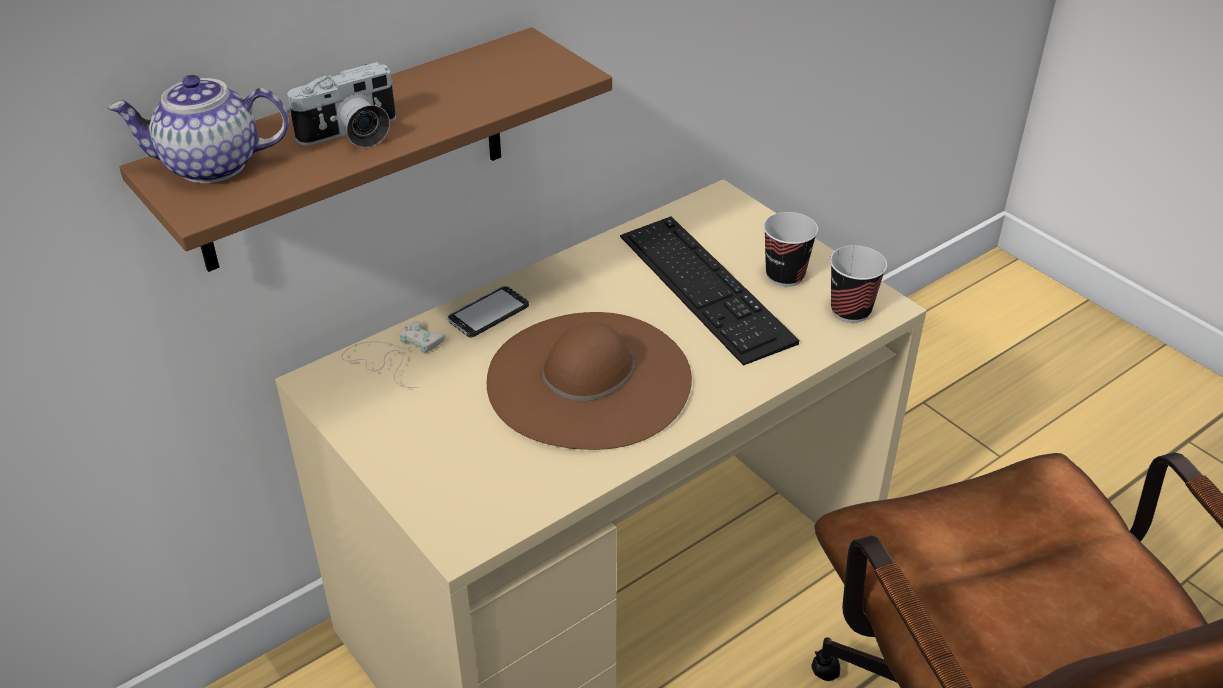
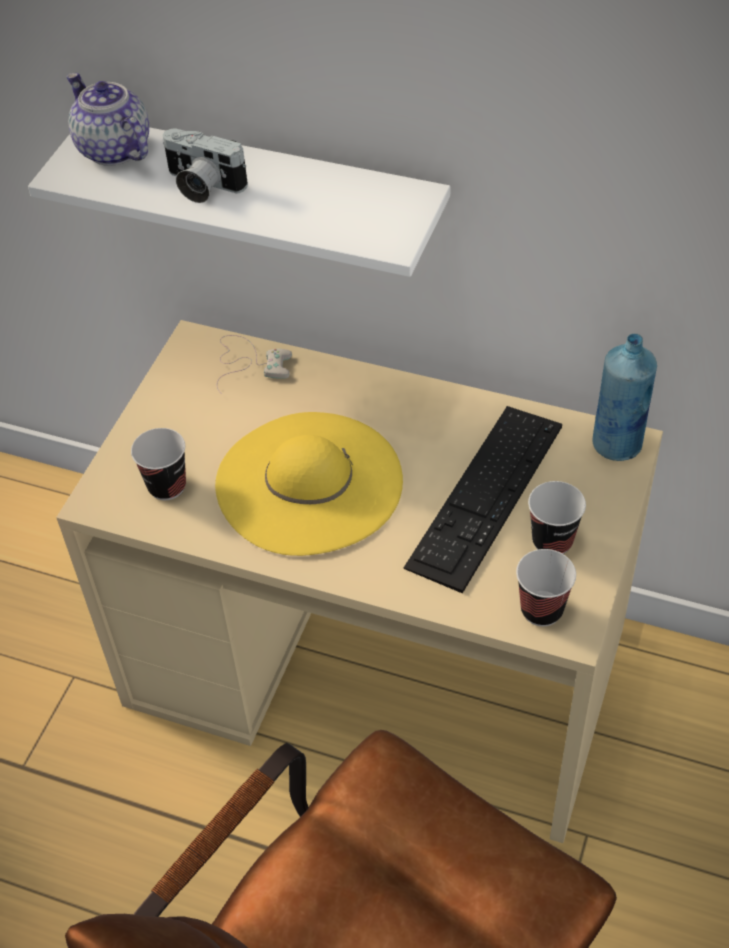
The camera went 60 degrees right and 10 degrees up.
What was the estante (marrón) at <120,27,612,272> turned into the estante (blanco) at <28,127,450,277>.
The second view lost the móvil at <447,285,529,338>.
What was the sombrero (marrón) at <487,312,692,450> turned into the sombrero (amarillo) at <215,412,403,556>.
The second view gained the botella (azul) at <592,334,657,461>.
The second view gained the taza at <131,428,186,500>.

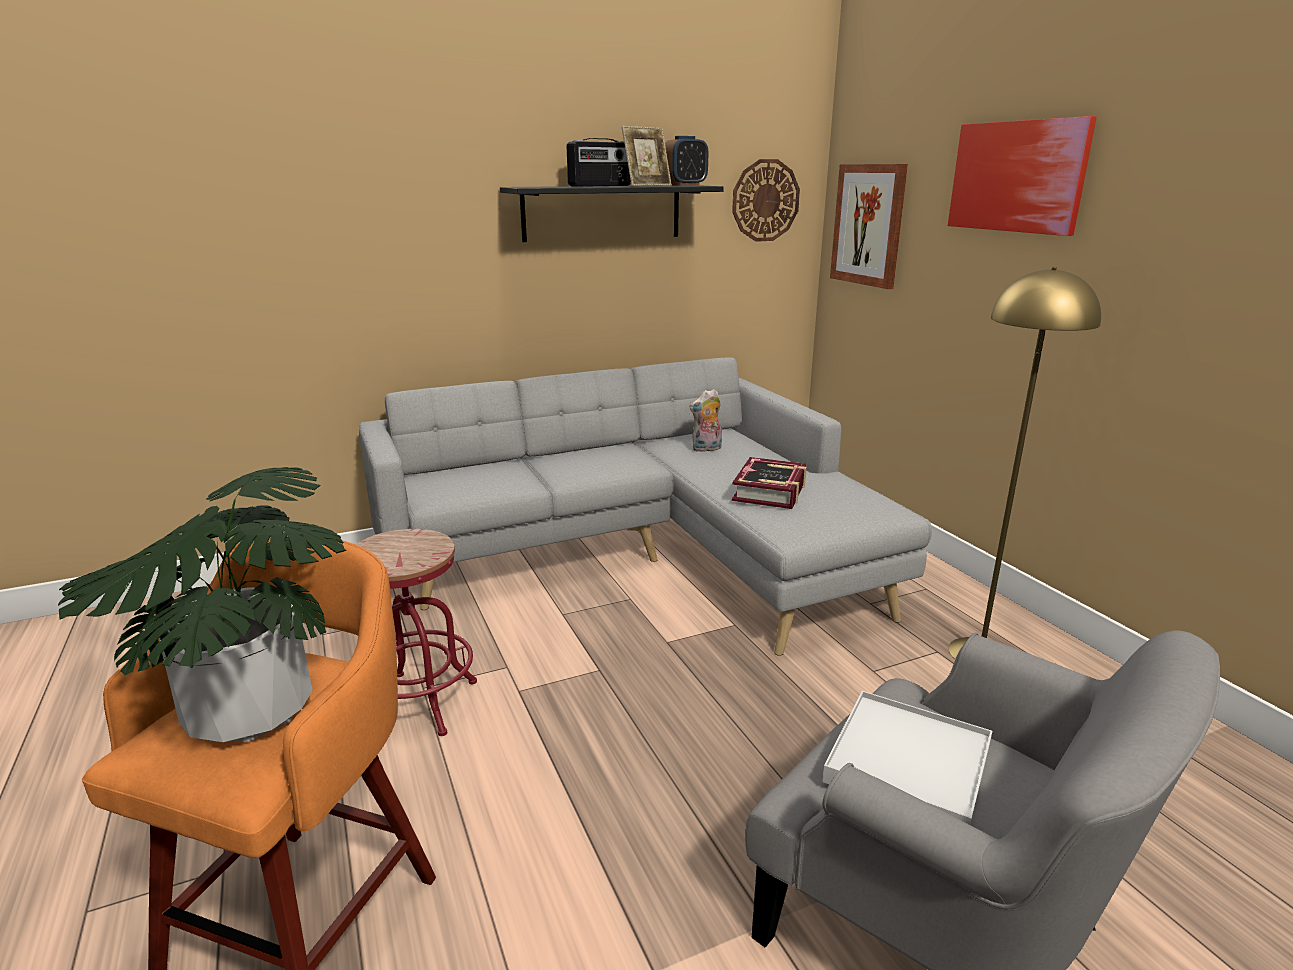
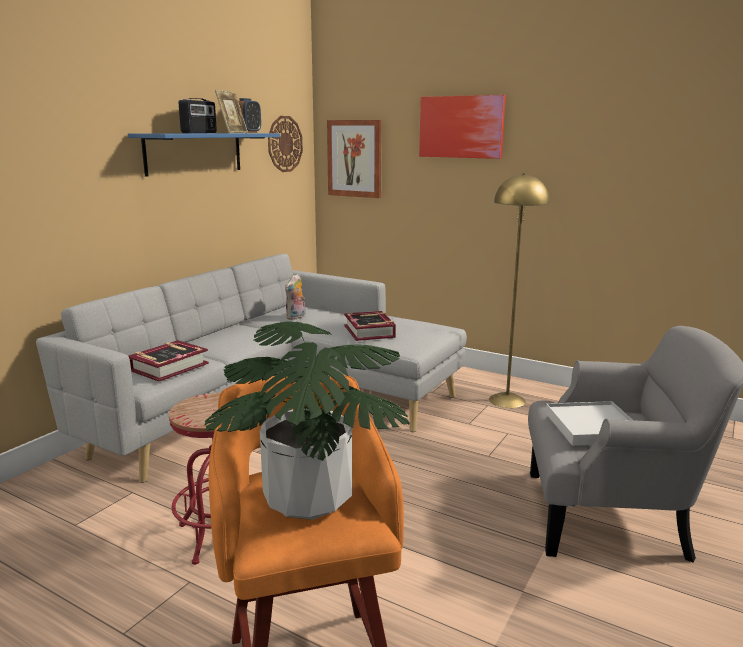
The camera went 35 degrees left and 5 degrees down.
What was the estante (negro) at <500,185,724,242> turned into the estante (azul) at <128,133,280,177>.
The second view gained the libro at <129,340,209,381>.

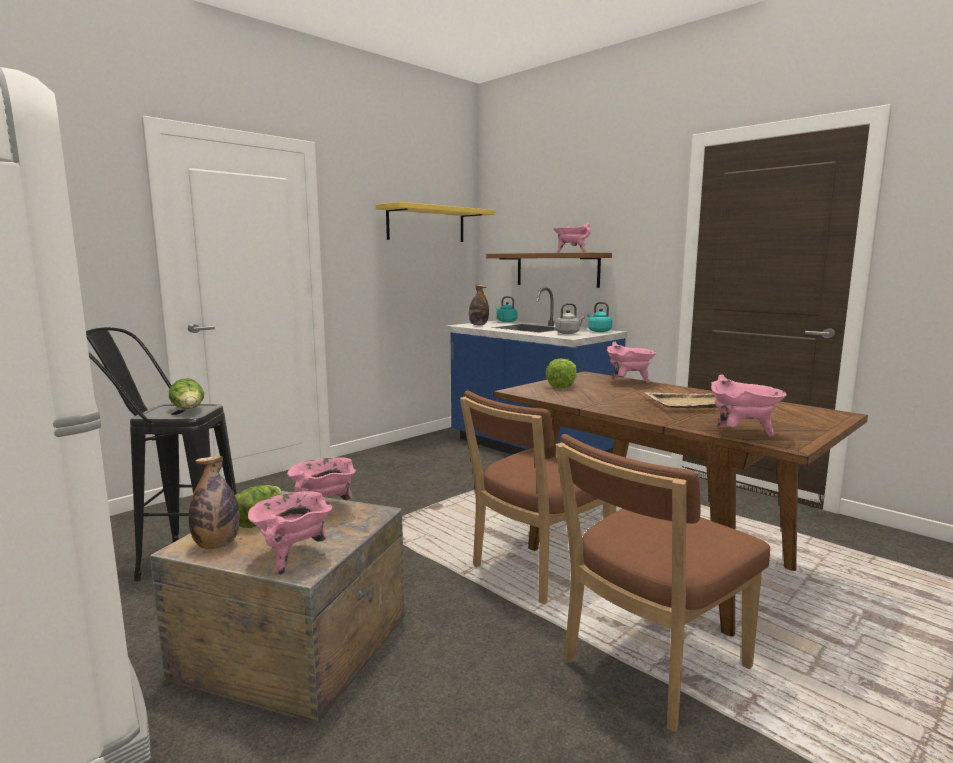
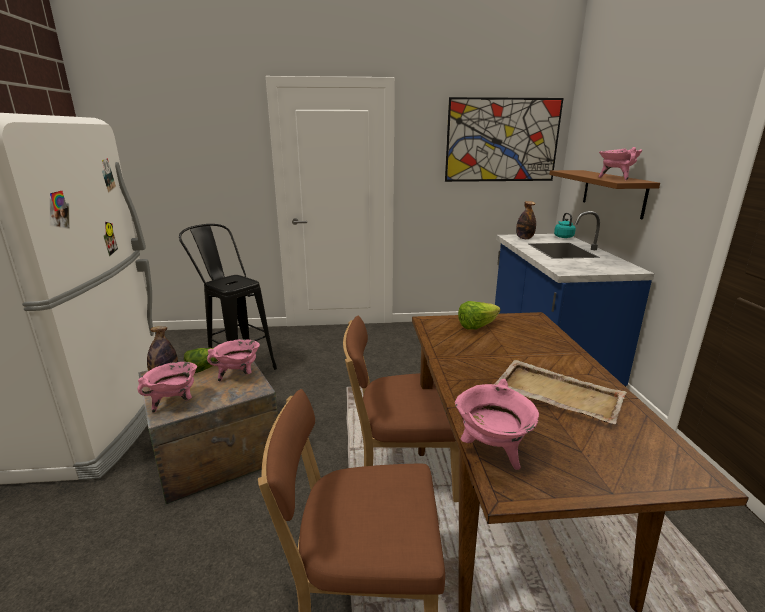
The camera went 40 degrees right and 10 degrees up.
Where the estante (amarillo) hung at <376,202,495,242>, the cuadro came to hang at <445,97,563,182>.
The second view lost the hervidor (turquesa) at <587,302,612,332>.
The second view lost the hervidor (gris) at <555,303,585,334>.
The second view lost the olla (rosa) at <607,342,657,383>.
The second view lost the lechuga at <169,378,204,409>.

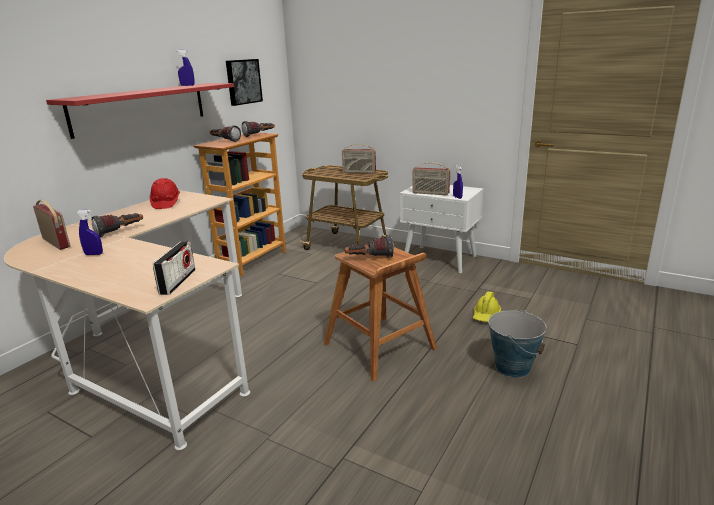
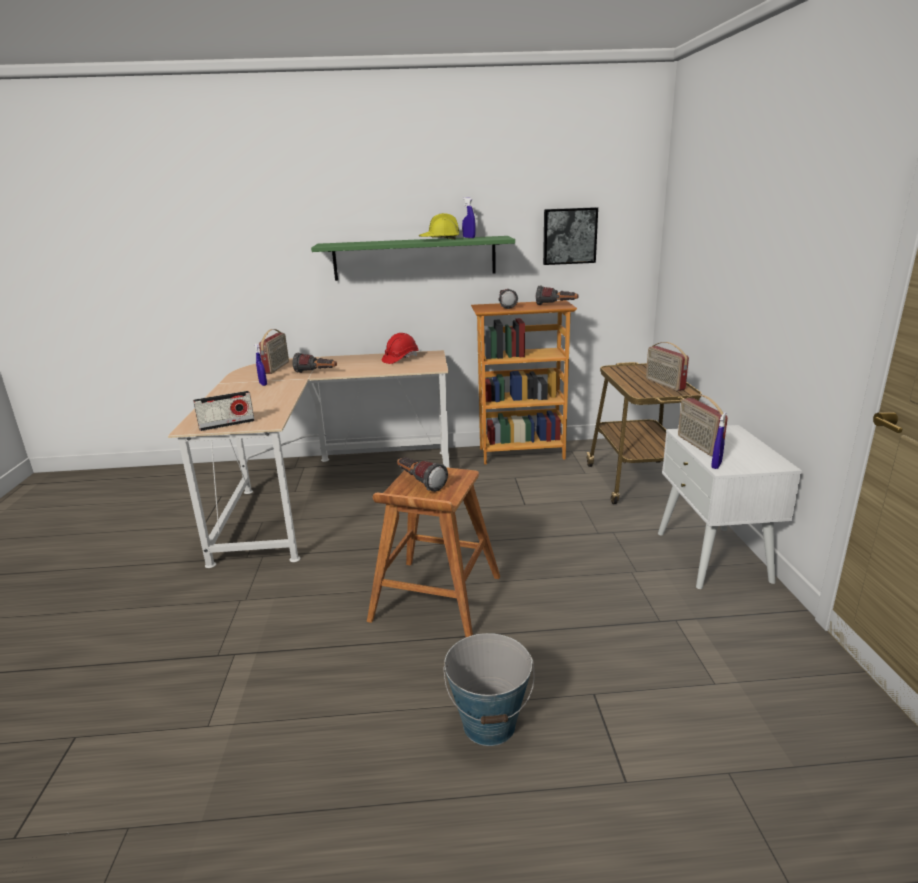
The camera went 55 degrees right and 0 degrees up.
What was the estante (rojo) at <46,83,234,139> turned into the estante (verde) at <311,236,515,281>.
The casco (amarillo) ended up elsewhere, having gone from <473,291,501,322> to <419,213,459,240>.

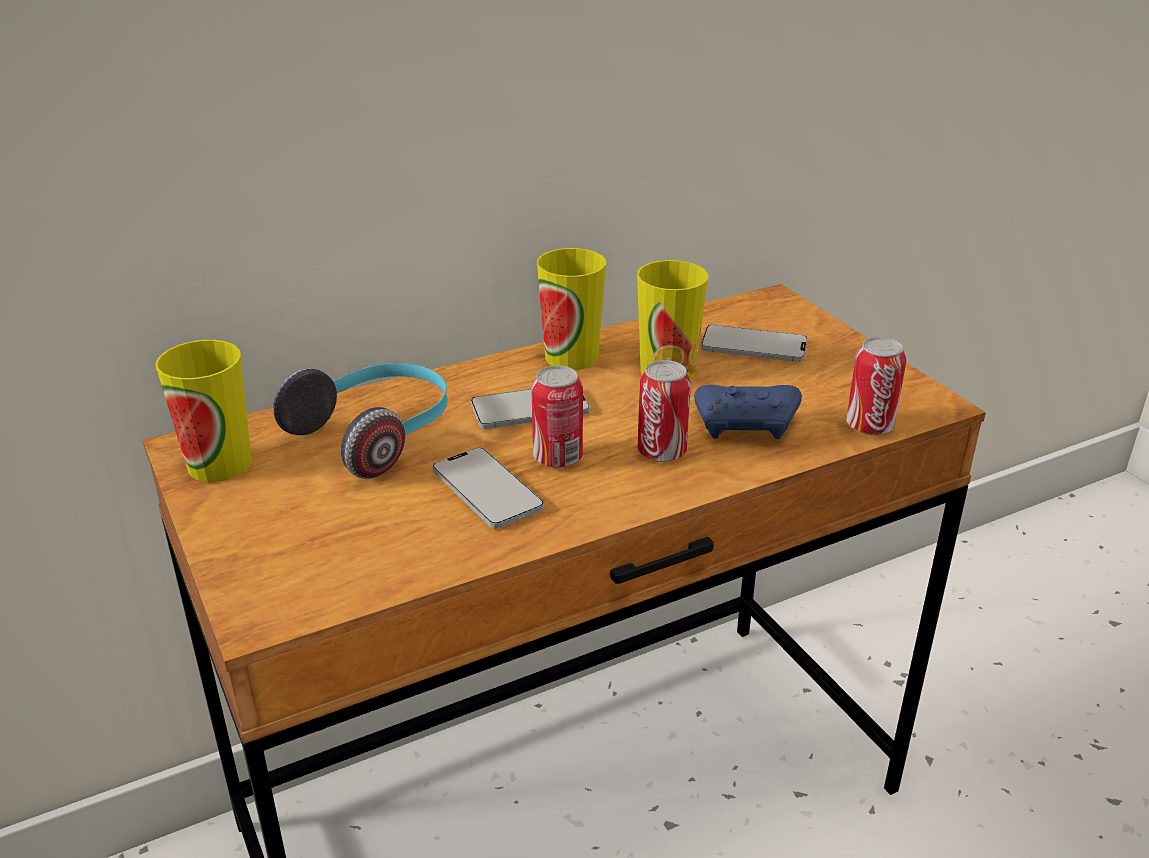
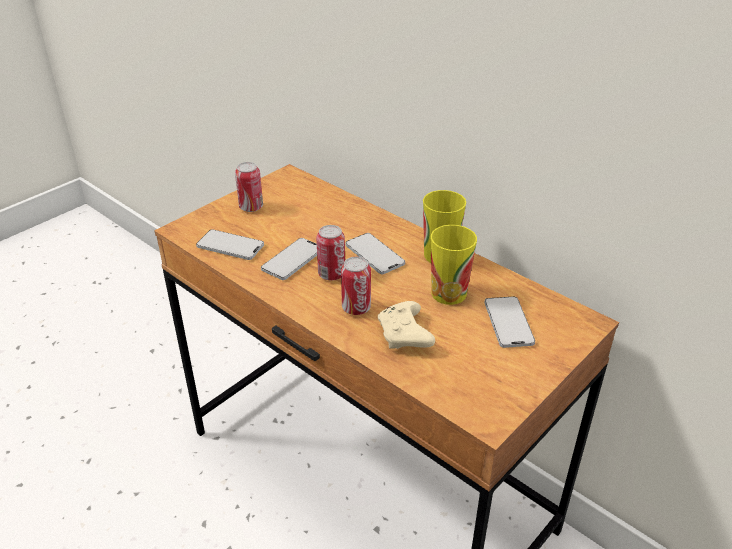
The camera went 70 degrees right and 5 degrees up.
The lata ended up elsewhere, having gone from <846,337,906,435> to <235,162,263,212>.
The second view lost the taza at <155,340,252,482>.
The second view lost the auriculares at <273,363,448,479>.
What was the mando de consola (azul) at <694,385,802,439> turned into the mando de consola (beis) at <378,301,435,349>.
The second view gained the móvil at <196,229,264,260>.

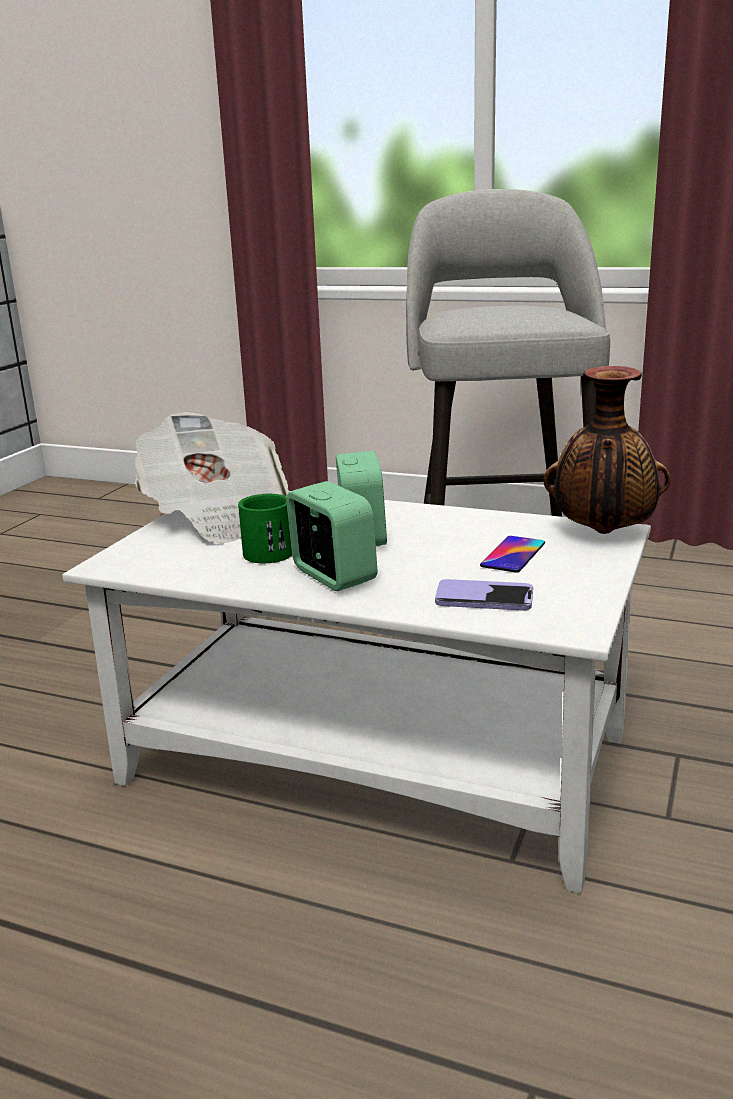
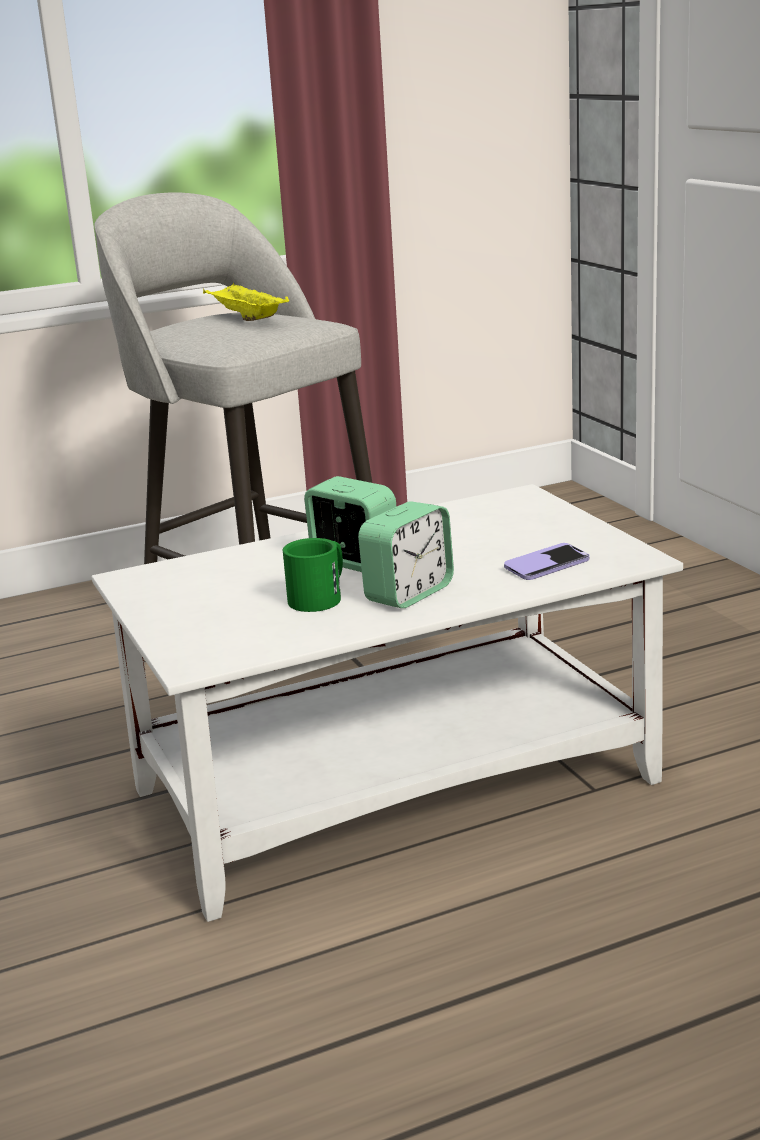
The camera went 45 degrees left and 0 degrees up.
The second view lost the florero at <543,366,670,534>.
The second view lost the periódico at <135,412,289,544>.
The despertador at <286,481,377,591> ended up facing another way, 120 degrees clockwise from before.
The second view lost the móvil at <480,536,545,573>.
The second view gained the bandeja (amarillo) at <203,283,289,321>.

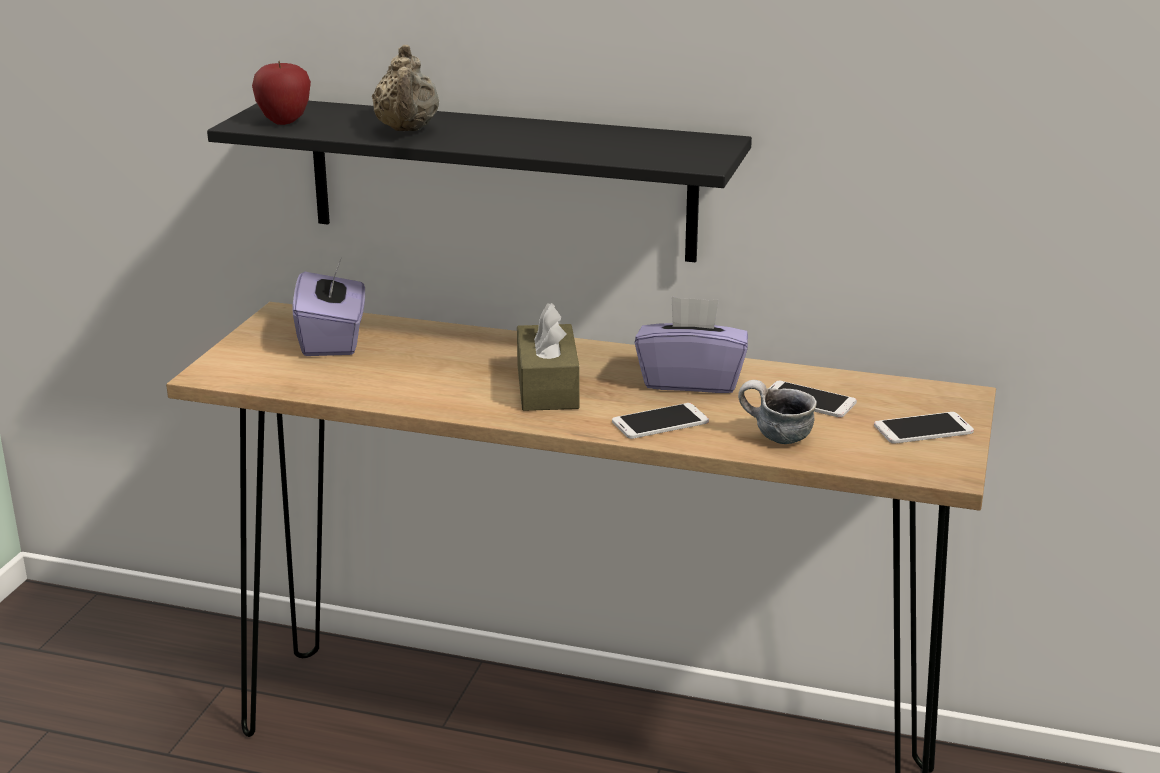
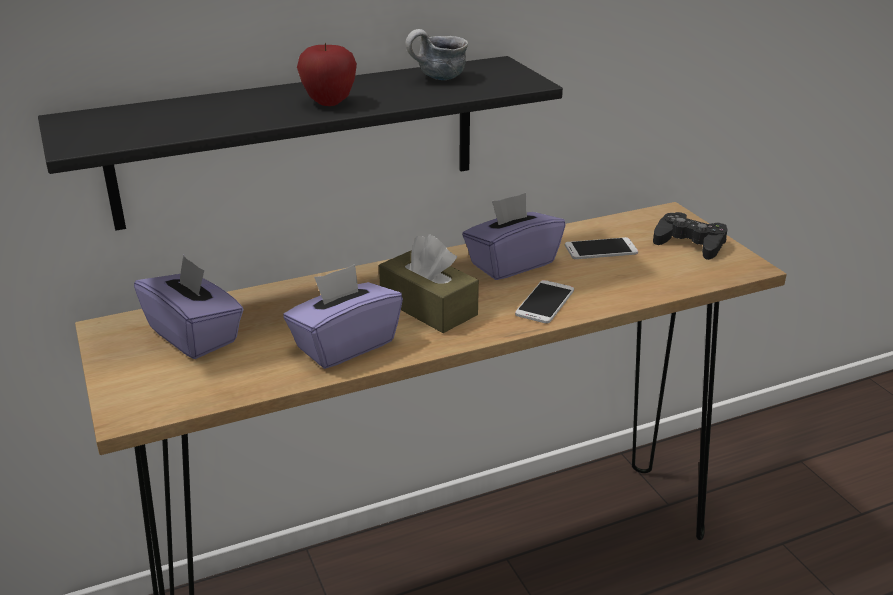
The camera went 40 degrees left and 5 degrees up.
The second view lost the tetera (beis) at <372,45,439,131>.
The manzana ended up elsewhere, having gone from <252,61,311,125> to <297,43,357,106>.
The taza grande ended up elsewhere, having gone from <738,380,817,444> to <406,29,468,80>.
Where the móvil stood at <874,412,974,444>, the mando de consola (negro) came to stand at <653,212,727,260>.
The second view gained the caja de pañuelos (morado) at <283,264,403,369>.

